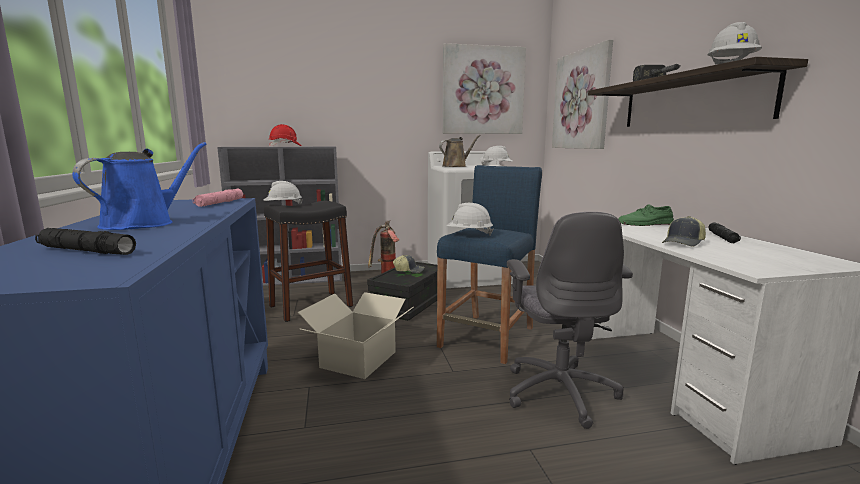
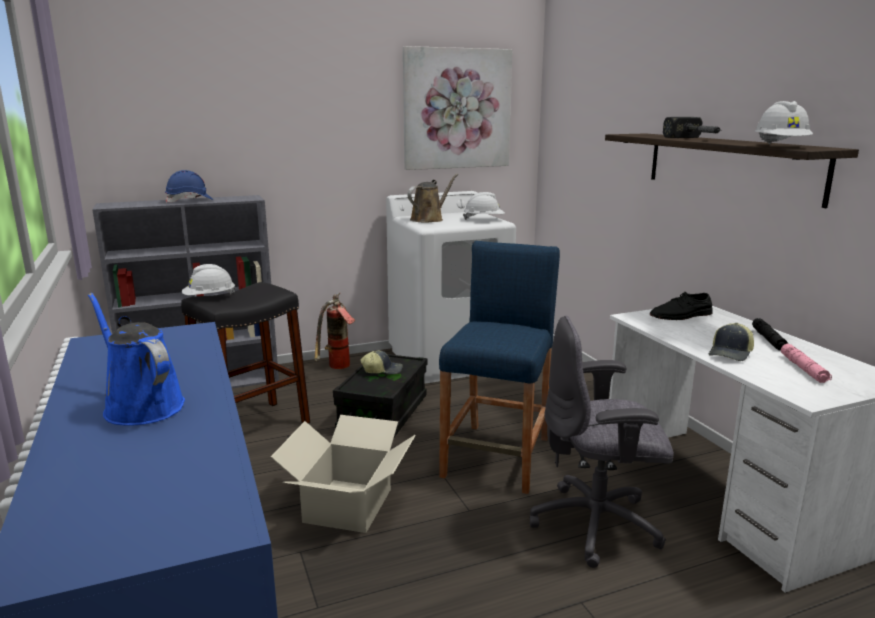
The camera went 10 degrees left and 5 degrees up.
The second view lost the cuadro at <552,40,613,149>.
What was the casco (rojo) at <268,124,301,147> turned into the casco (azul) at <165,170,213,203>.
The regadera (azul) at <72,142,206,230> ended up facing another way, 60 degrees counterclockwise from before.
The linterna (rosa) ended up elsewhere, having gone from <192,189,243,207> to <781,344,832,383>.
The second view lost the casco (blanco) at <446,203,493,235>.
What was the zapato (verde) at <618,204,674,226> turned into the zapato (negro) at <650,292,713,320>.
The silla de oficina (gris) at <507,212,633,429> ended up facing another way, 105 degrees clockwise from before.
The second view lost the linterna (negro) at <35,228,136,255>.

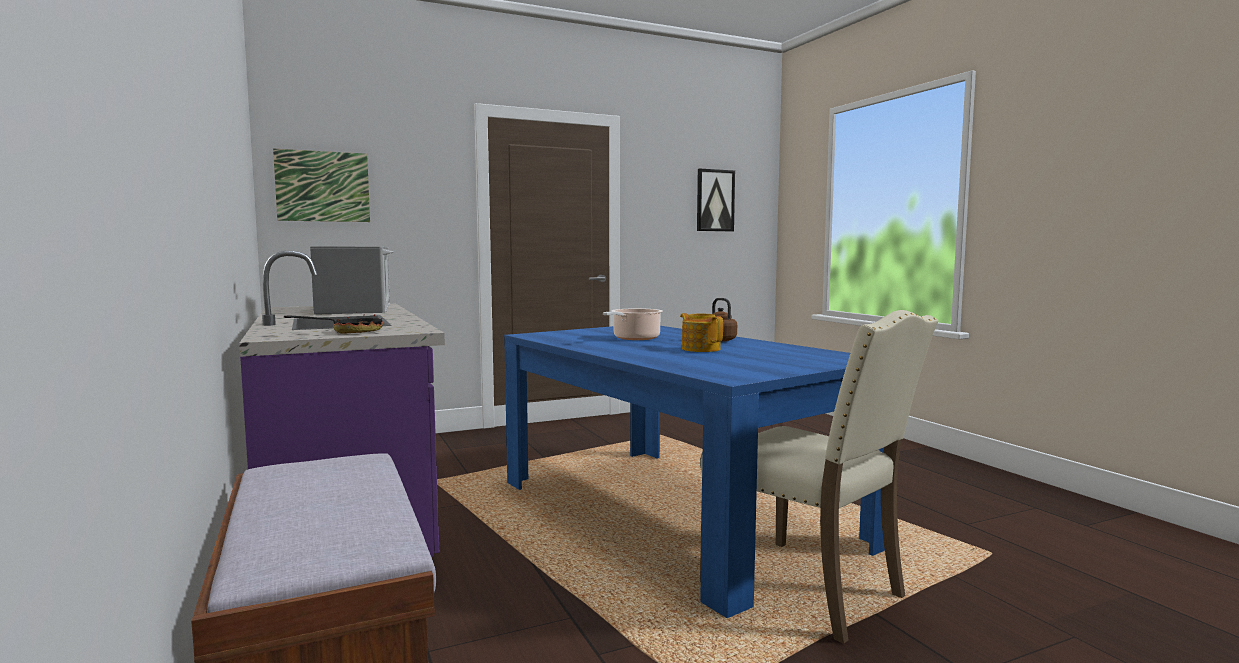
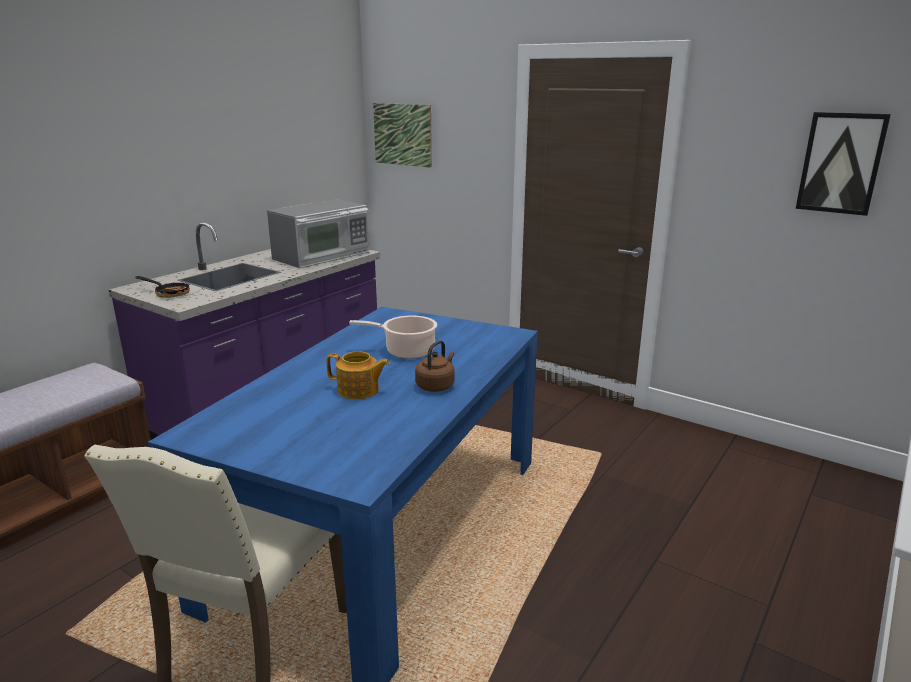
The camera went 60 degrees right and 15 degrees up.
The tetera at <680,313,723,352> ended up facing another way, 75 degrees clockwise from before.

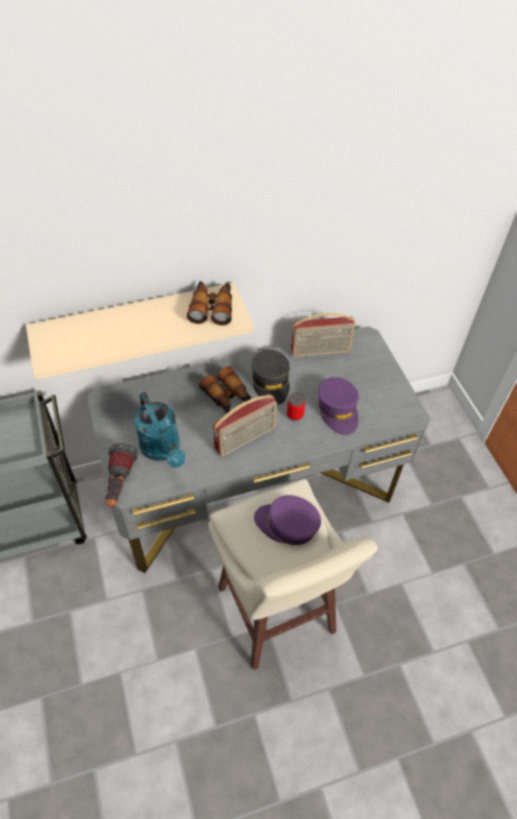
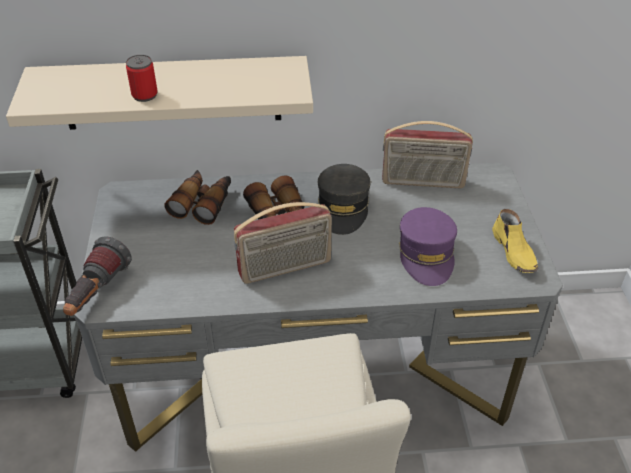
The camera went 15 degrees right and 10 degrees down.
The prismáticos ended up elsewhere, having gone from <187,281,232,326> to <165,170,231,225>.
The second view lost the regadera (turquesa) at <134,392,185,468>.
The lata ended up elsewhere, having gone from <287,393,305,421> to <126,55,158,102>.
The second view lost the gorra (morado) at <254,495,321,545>.
The second view gained the zapato (amarillo) at <492,209,538,273>.

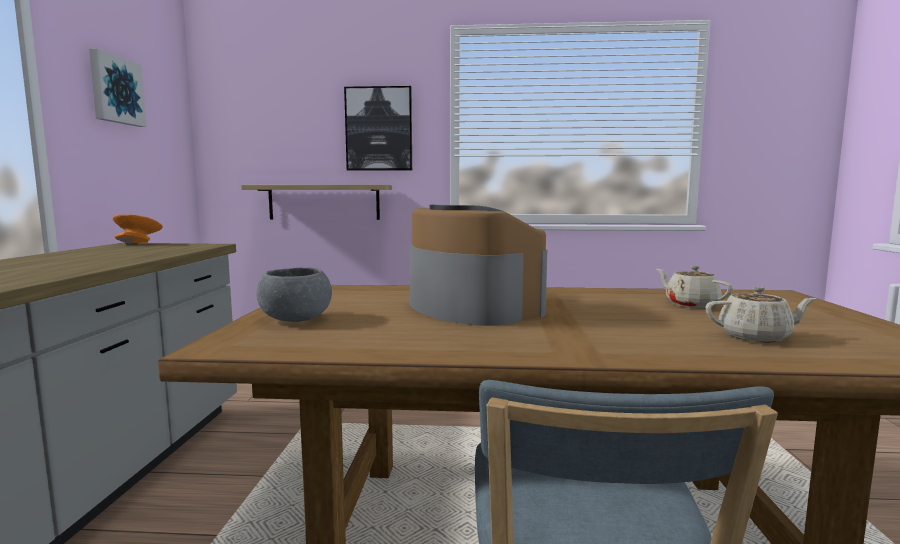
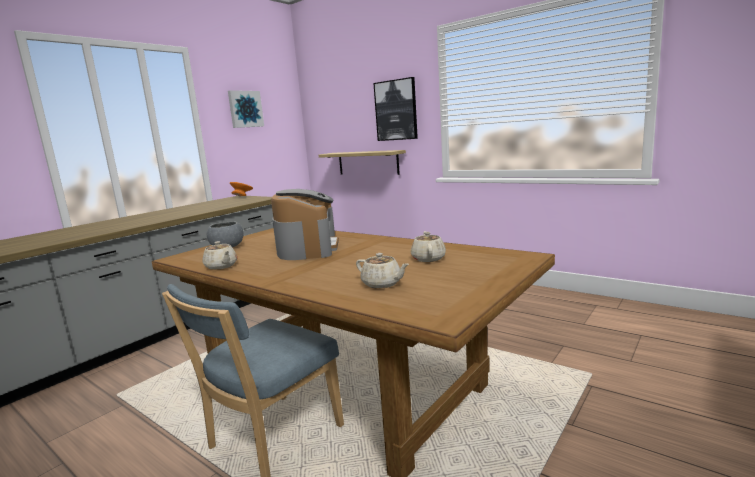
The camera went 35 degrees right and 5 degrees up.
The second view gained the tetera (beis) at <203,241,237,270>.

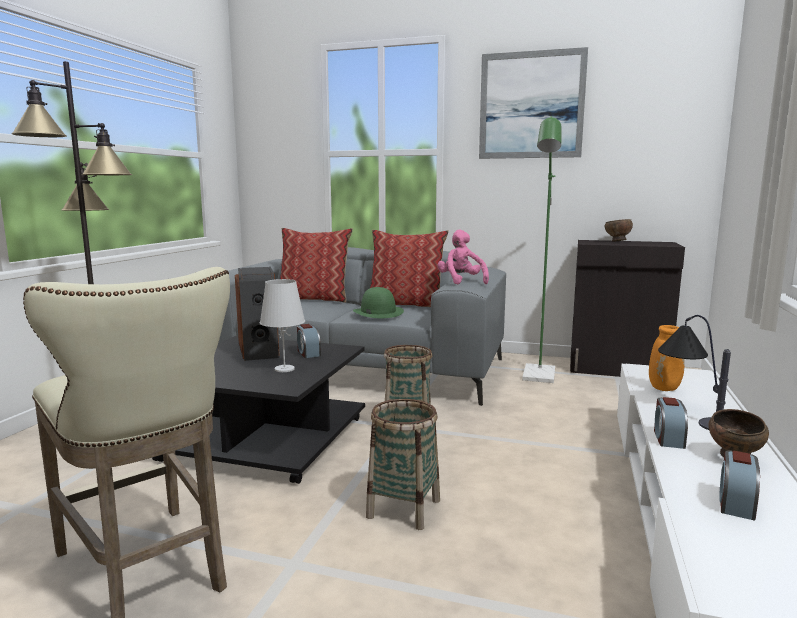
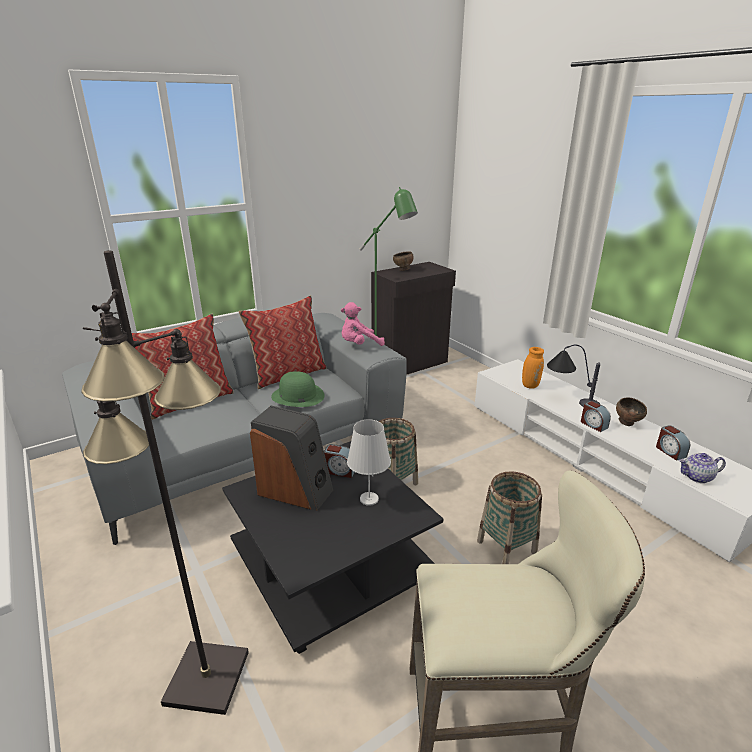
The camera went 50 degrees left and 15 degrees up.
The second view lost the cuadro at <479,47,588,159>.
The peluche (rosa) at <437,230,489,284> ended up facing another way, 45 degrees counterclockwise from before.
The second view gained the tetera at <679,453,726,483>.

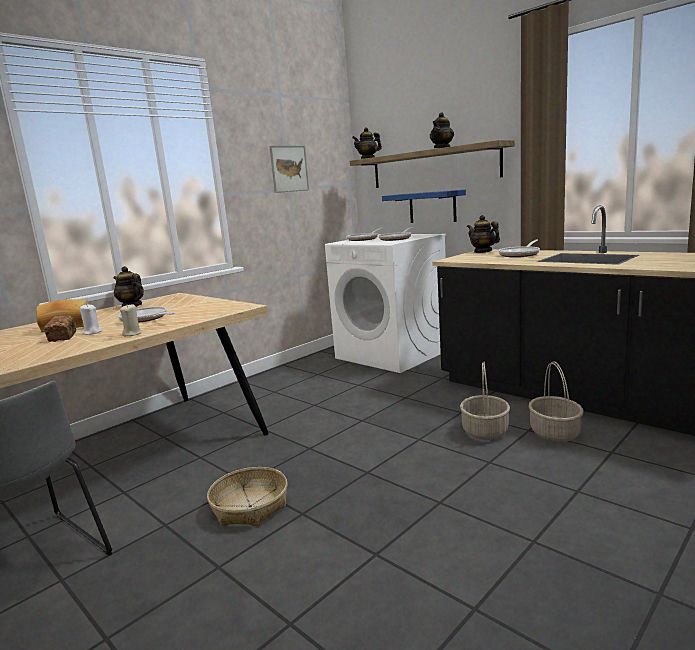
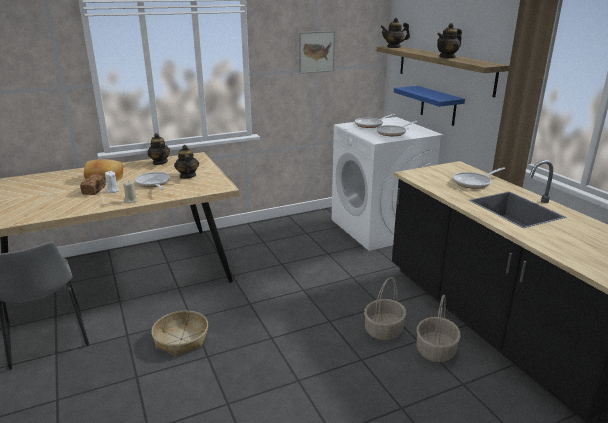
The camera went 20 degrees right and 10 degrees up.
The tetera ended up elsewhere, having gone from <467,215,500,253> to <174,145,199,179>.

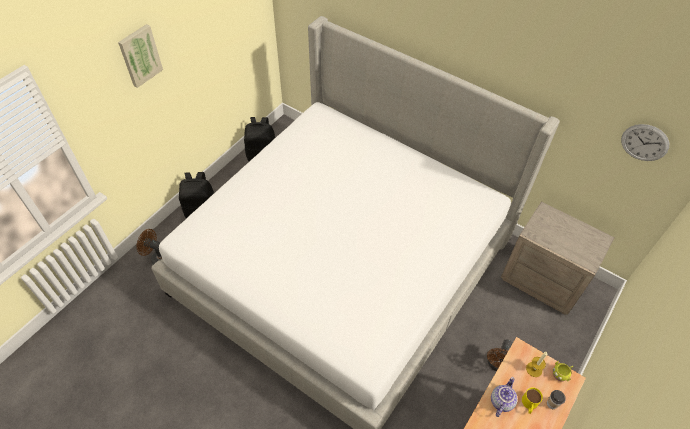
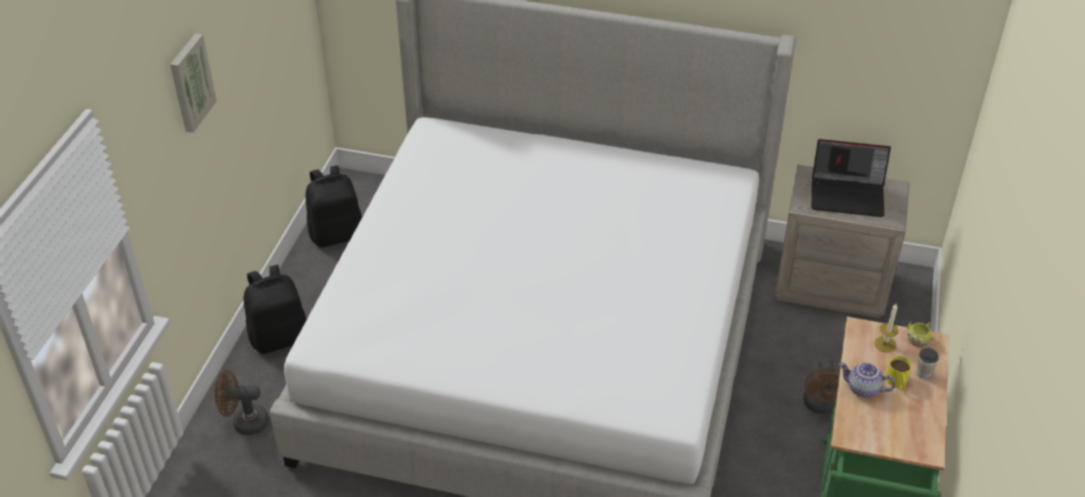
The camera went 20 degrees left and 10 degrees down.
The second view lost the reloj de pared at <621,124,669,161>.
The tetera at <491,377,518,417> ended up facing another way, 75 degrees counterclockwise from before.
The second view gained the portátil at <811,139,891,217>.

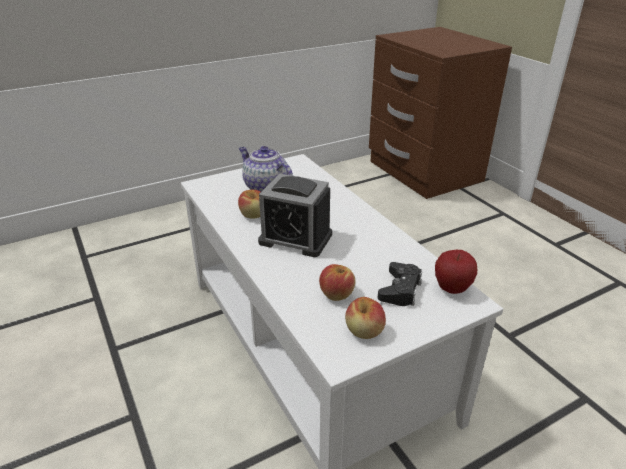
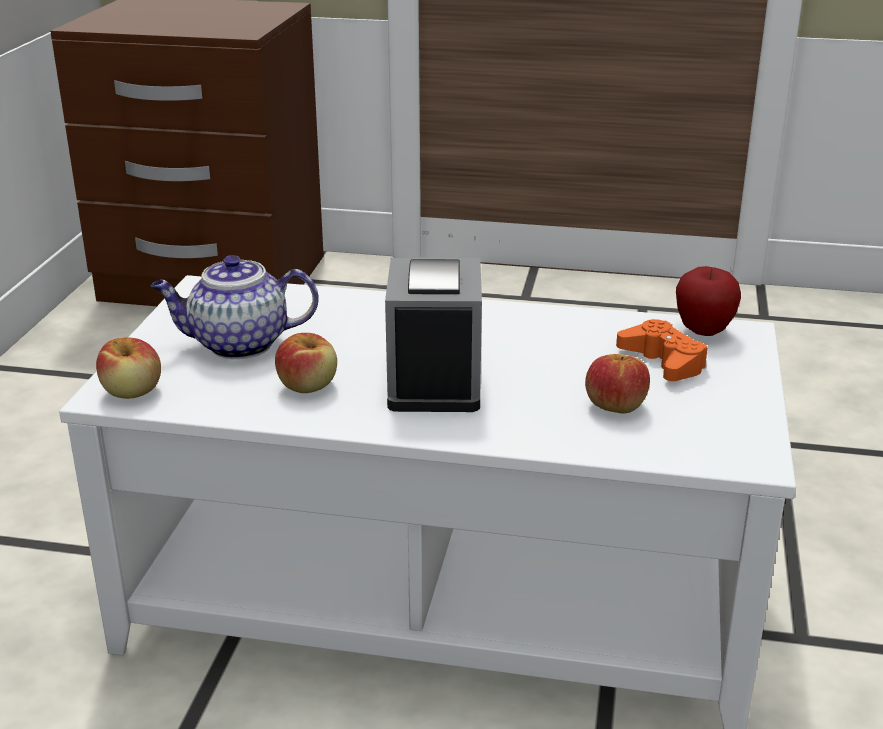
The camera went 50 degrees left and 5 degrees down.
The despertador at <258,174,332,257> ended up facing another way, 120 degrees clockwise from before.
What was the mando de consola (negro) at <378,262,422,306> turned into the mando de consola (naranja) at <616,319,708,381>.
The manzana ended up elsewhere, having gone from <345,297,386,339> to <96,338,161,399>.

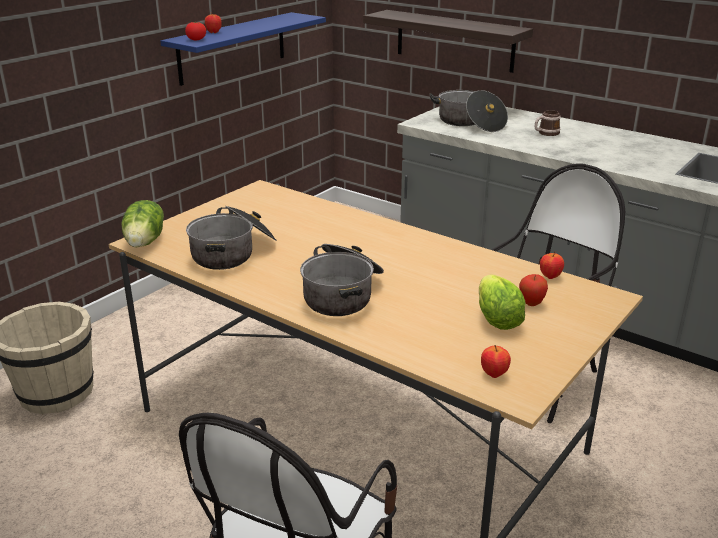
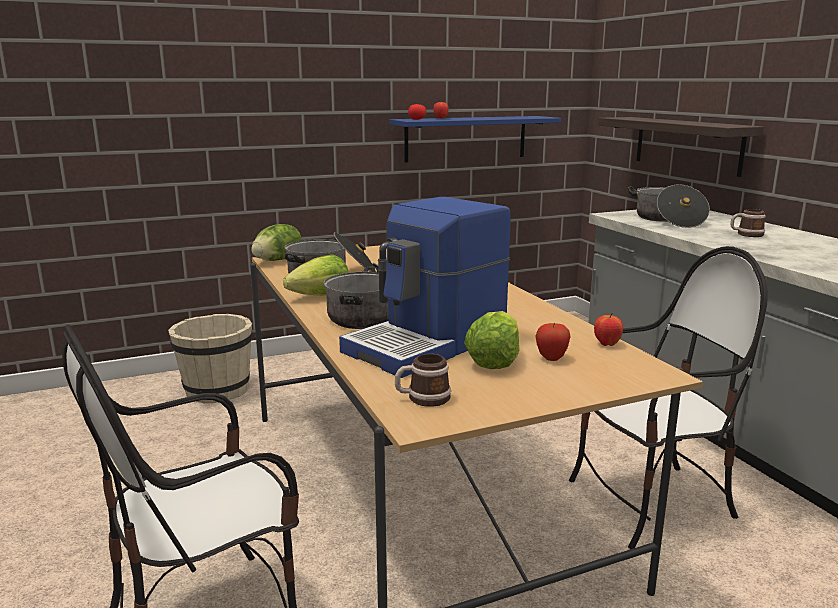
The camera went 30 degrees right and 10 degrees down.
Where the manzana stood at <481,345,511,378>, the taza grande came to stand at <395,354,451,407>.
The second view gained the cafetera at <339,197,511,378>.
The second view gained the lechuga at <283,255,348,296>.

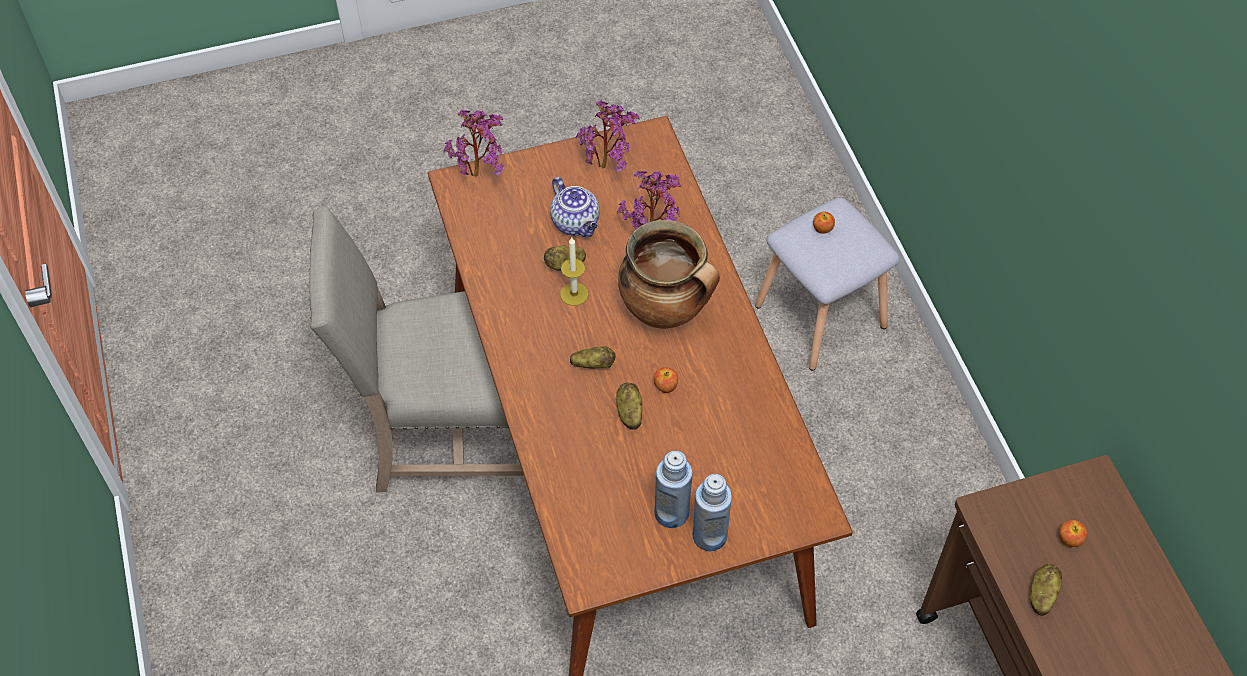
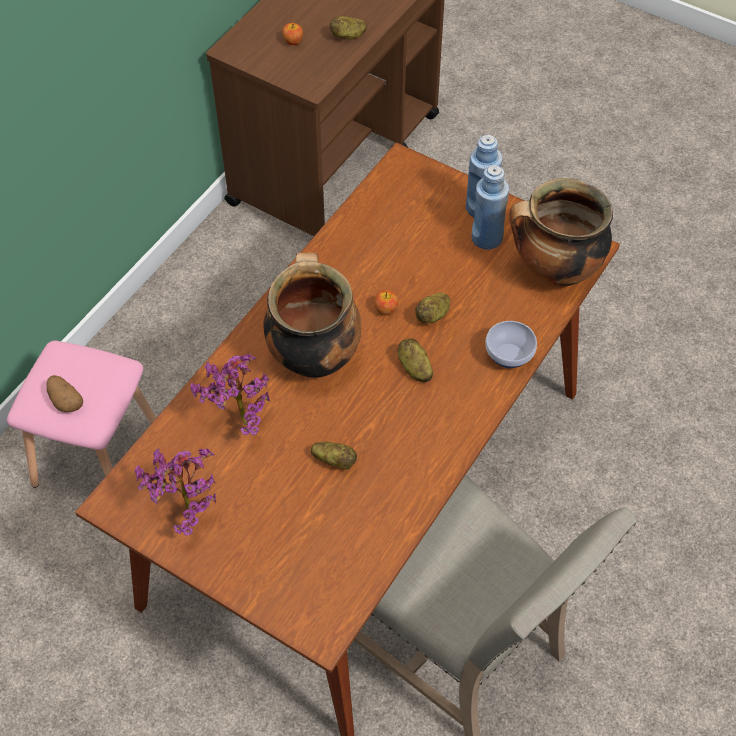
The camera went 130 degrees left and 0 degrees up.
The second view lost the planta en maceta at <443,110,505,176>.
The second view lost the tetera at <550,177,600,237>.
What was the taburete (gris) at <755,197,900,371> turned into the taburete (rosa) at <7,341,156,488>.
Where the manzana stood at <813,211,835,234>, the patata came to stand at <46,375,83,412>.
The second view lost the vela at <560,237,588,306>.
The second view gained the olla at <509,178,613,288>.
The second view gained the cuenco at <485,321,537,368>.

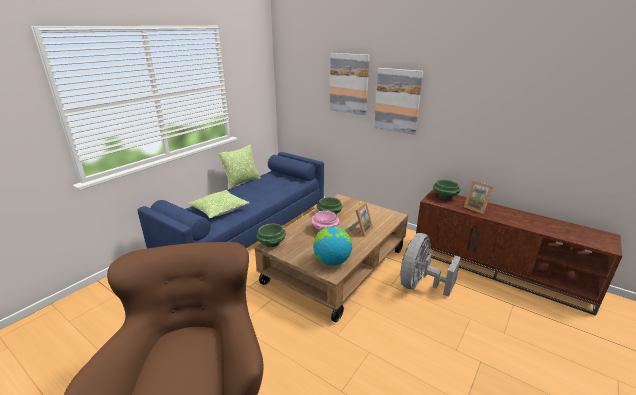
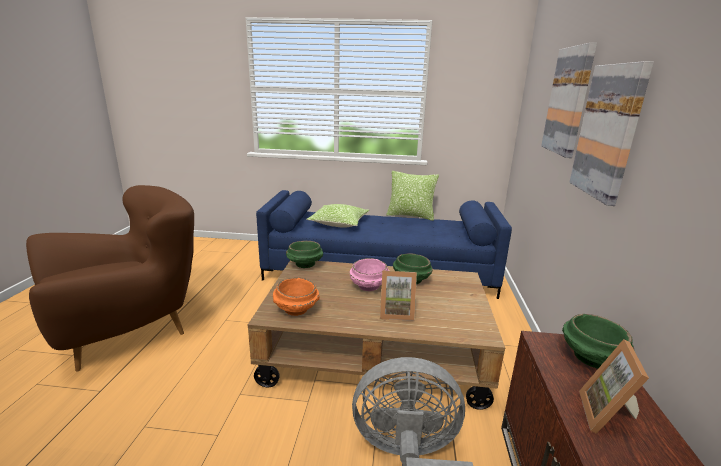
The camera went 60 degrees right and 5 degrees down.
Where the globo terráqueo stood at <313,226,352,266>, the cuenco (naranja) came to stand at <273,278,320,316>.

